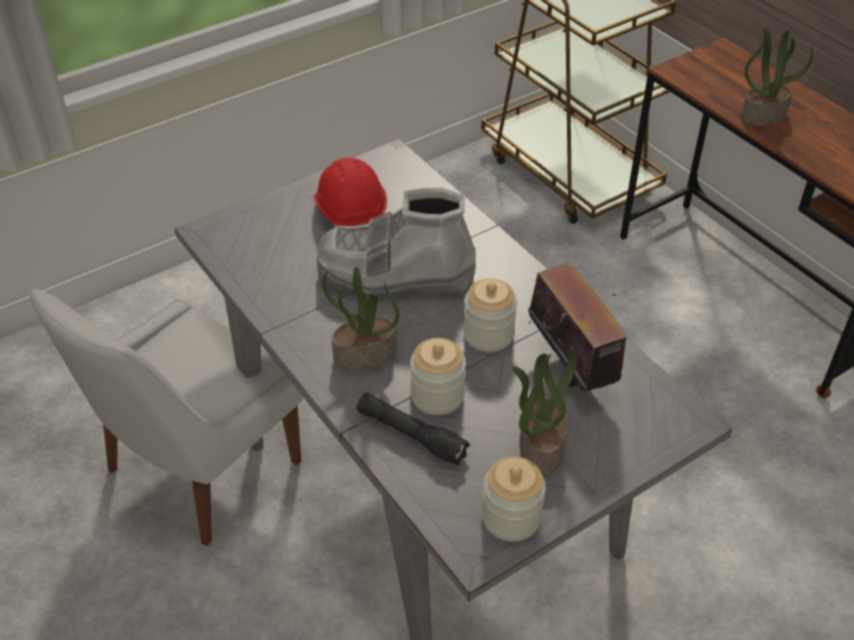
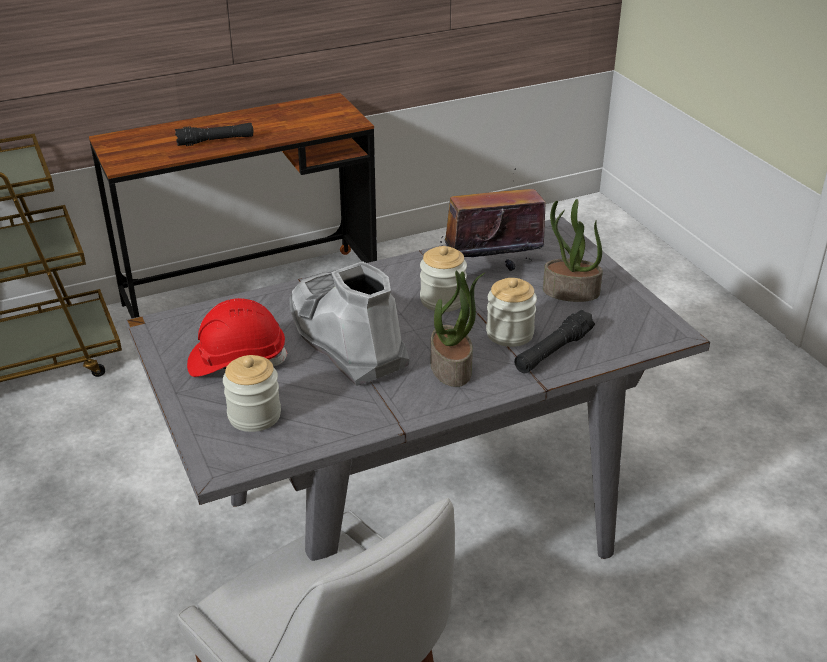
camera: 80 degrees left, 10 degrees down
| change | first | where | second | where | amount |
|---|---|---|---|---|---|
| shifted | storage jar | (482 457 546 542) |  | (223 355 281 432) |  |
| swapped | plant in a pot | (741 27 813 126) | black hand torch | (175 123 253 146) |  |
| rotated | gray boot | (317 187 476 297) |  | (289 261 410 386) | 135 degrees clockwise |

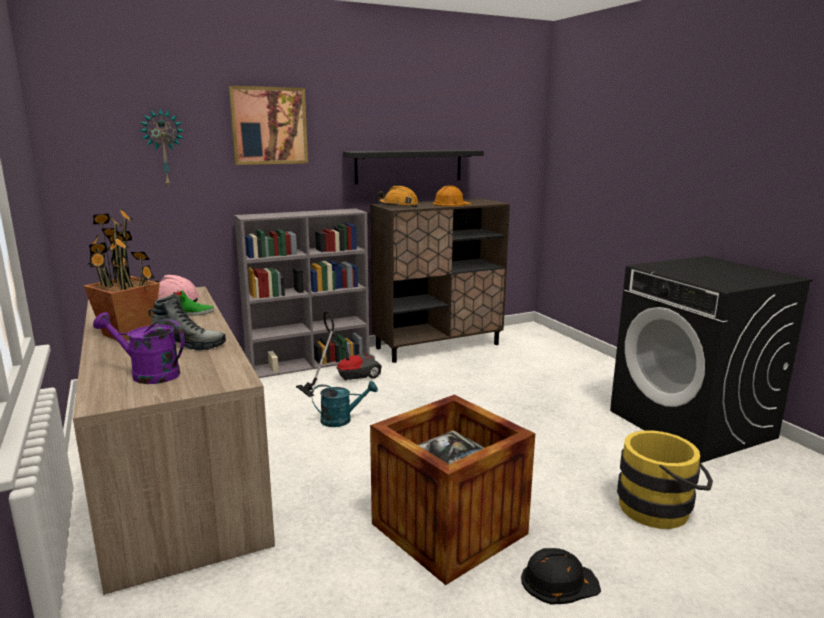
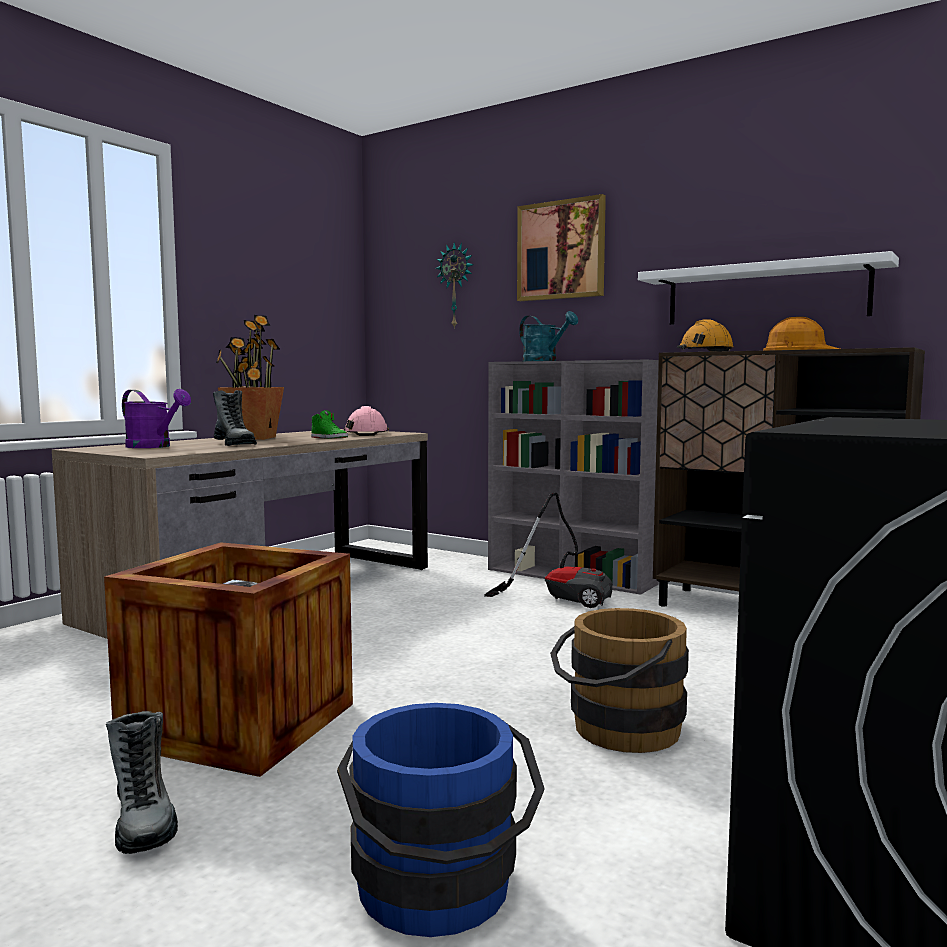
camera: 60 degrees right, 10 degrees down
| change | first | where | second | where | amount |
|---|---|---|---|---|---|
| new |  |  | brown-coloured pail | (550 608 689 753) |  |
| shifted | blue-green watering can | (312 381 378 427) |  | (519 311 578 361) |  |
| swapped | black hard hat | (521 548 601 605) | boot | (106 711 178 854) |  |
| repainted | black shelf | (343 150 484 184) | white-coloured shelf | (638 251 899 325) |  |
| repainted | yellow-coloured pail | (617 430 713 529) | blue-coloured pail | (337 703 545 937) |  |
| rotated | purple watering can | (93 312 185 384) |  | (122 389 191 448) | 135 degrees clockwise |

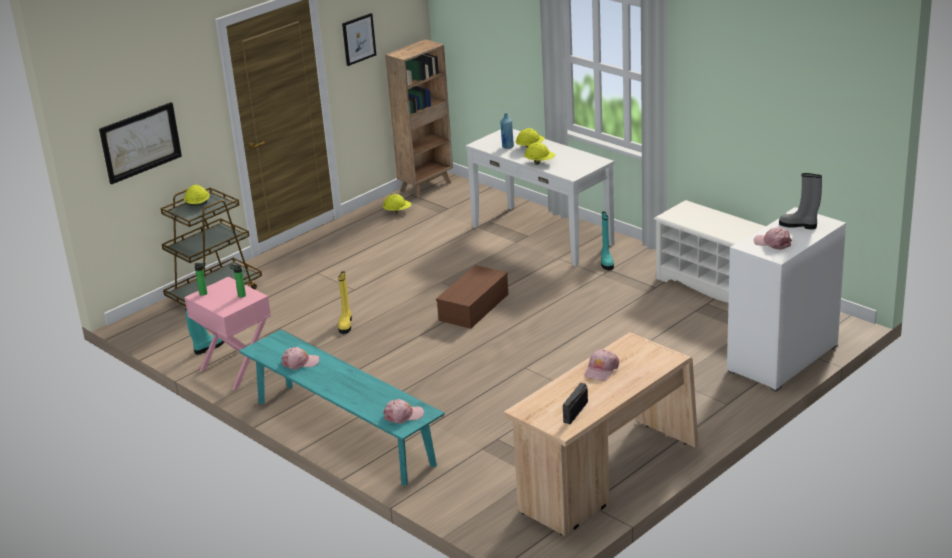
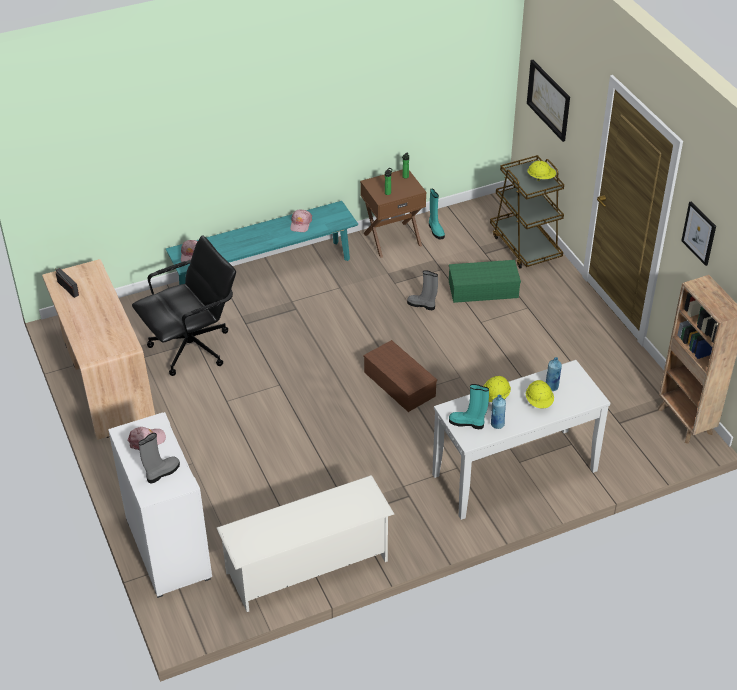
camera: 110 degrees right, 15 degrees up
| change | first | where | second | where | amount |
|---|---|---|---|---|---|
| gone | yellow-coloured hard hat | (383 194 411 214) |  |  |  |
| gone | pink-coloured cap | (585 350 619 381) |  |  |  |
| new |  |  | black office chair | (132 236 236 376) |  |
| new |  |  | green-coloured storage container | (449 260 521 303) |  |
| new |  |  | blue-coloured beverage bottle | (491 395 506 429) |  |
| shifted | blue-green boot | (601 211 614 270) |  | (449 384 489 429) |  |
| repainted | pink-coloured night table | (184 277 271 390) | brown-coloured night table | (360 170 426 258) |  |
| repainted | yellow-coloured boot | (338 271 352 334) | gray boot | (407 270 438 310) |  |

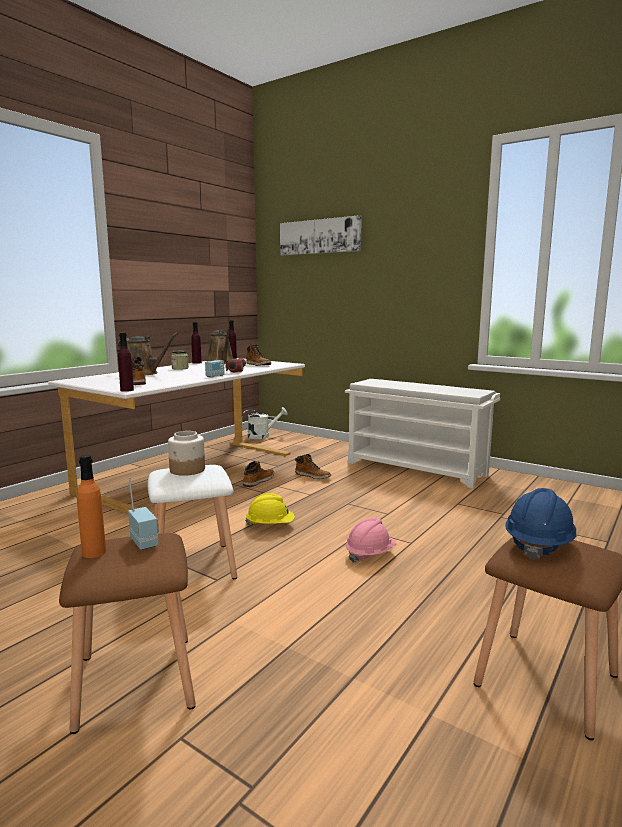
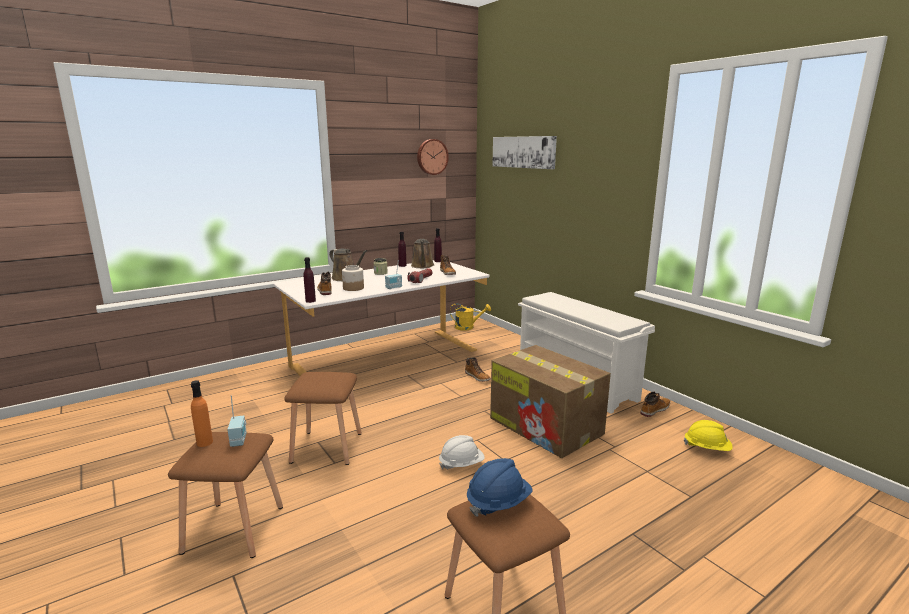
camera: 20 degrees right, 5 degrees up
| change | first | where | second | where | amount |
|---|---|---|---|---|---|
| new |  |  | clock on the wall | (417 139 449 175) |  |
| new |  |  | cardboard box | (490 345 611 458) |  |
| shifted | storage jar | (168 431 205 476) |  | (342 265 364 291) |  |
| shifted | boot | (243 461 274 487) |  | (640 392 670 417) |  |
| shifted | yellow-coloured hard hat | (245 493 295 525) |  | (684 420 733 451) |  |
| repainted | white-coloured sitting stool | (148 465 237 579) | brown-coloured sitting stool | (284 372 362 465) |  |
| repainted | white-coloured watering can | (242 407 287 439) | yellow-coloured watering can | (450 304 491 331) |  |
| repainted | pink-coloured hard hat | (346 518 396 563) | white-coloured hard hat | (439 435 485 470) |  |

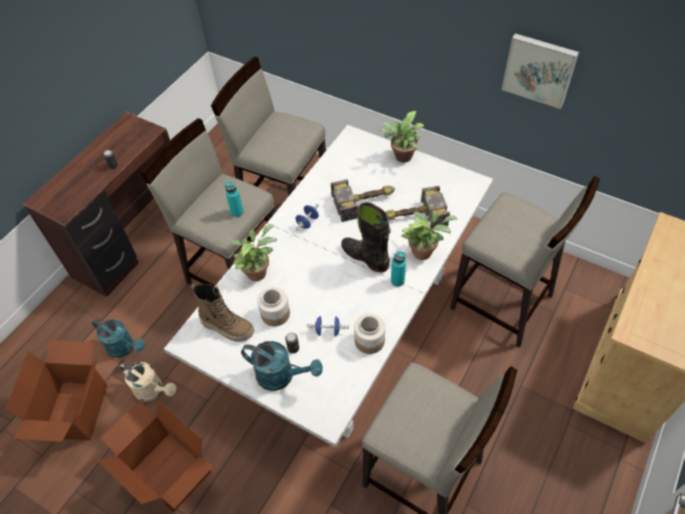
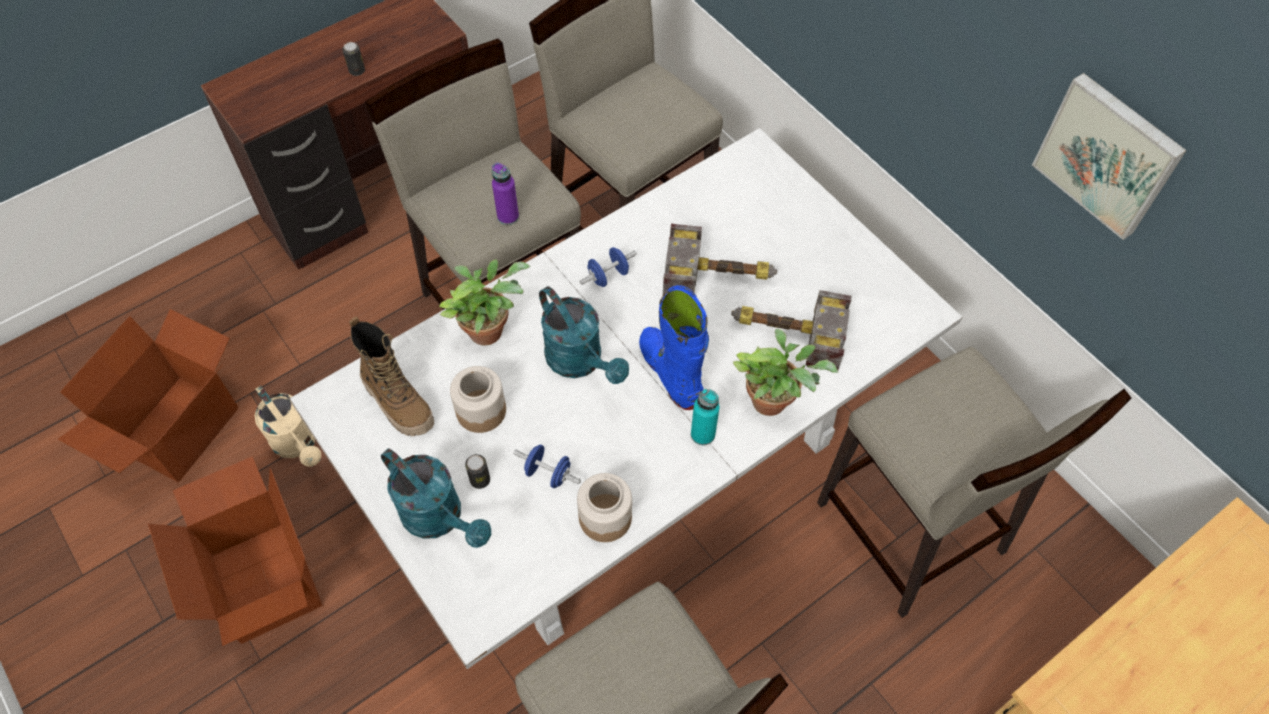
camera: 20 degrees right, 5 degrees up
| change | first | where | second | where | amount |
|---|---|---|---|---|---|
| gone | plant in a pot | (378 111 424 163) |  |  |  |
| shifted | blue-green watering can | (92 319 145 358) |  | (539 286 629 384) |  |
| repainted | blue-green beverage bottle | (225 182 244 217) | purple beverage bottle | (492 163 519 225) |  |
| repainted | black boot | (341 202 391 272) | blue-coloured boot | (639 285 709 410) |  |

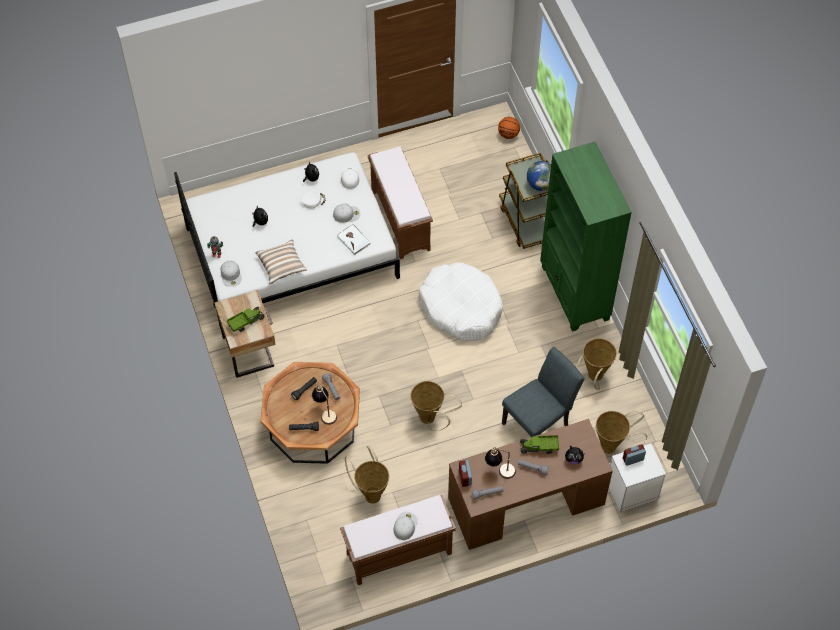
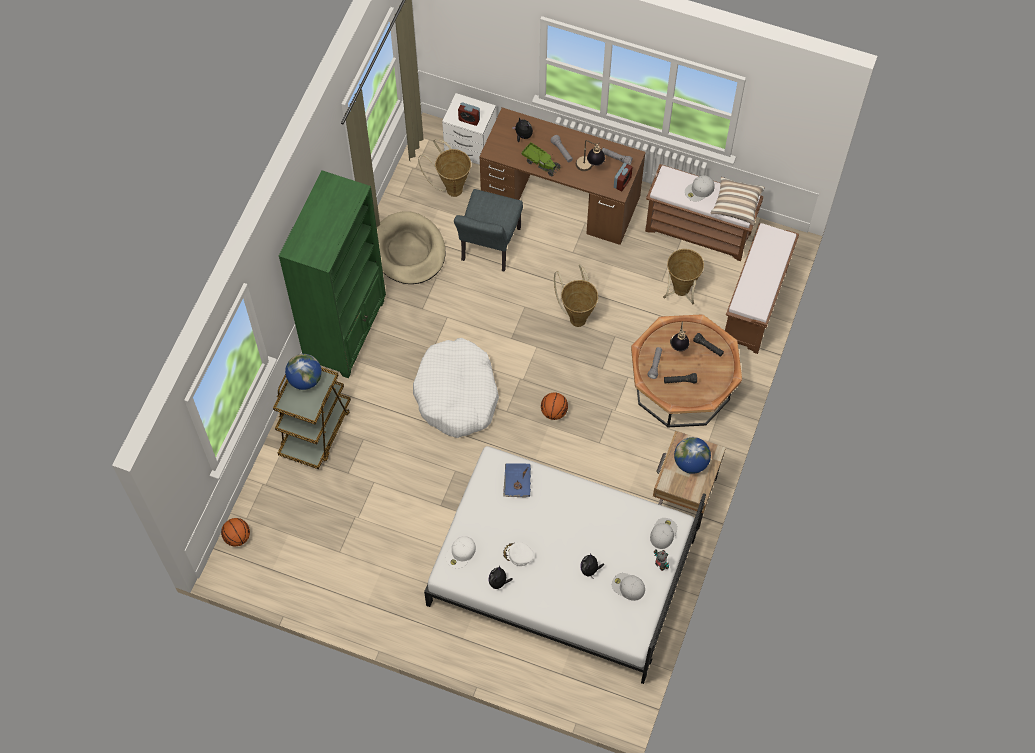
camera: 140 degrees left, 5 degrees up
| change | first | where | second | where | amount |
|---|---|---|---|---|---|
| new |  |  | basketball ball | (541 392 568 420) |  |
| shifted | throw pillow | (255 240 307 284) |  | (710 177 765 225) |  |
| shifted | white-coloured cap | (333 203 361 223) |  | (612 573 645 601) |  |
| shifted | brown-coloured bench | (368 146 433 259) |  | (725 223 799 354) |  |
| swapped | model truck | (227 307 264 332) | desk globe | (674 437 711 474) |  |
| swapped | household basket | (576 338 617 390) | beige dog cushion | (377 211 445 284) |  |
| repainted | white-coloured book | (337 224 371 255) | blue-coloured book | (503 463 531 497) |  |
| rotated | gray chair | (502 347 585 437) |  | (454 189 523 271) | 75 degrees counterclockwise |

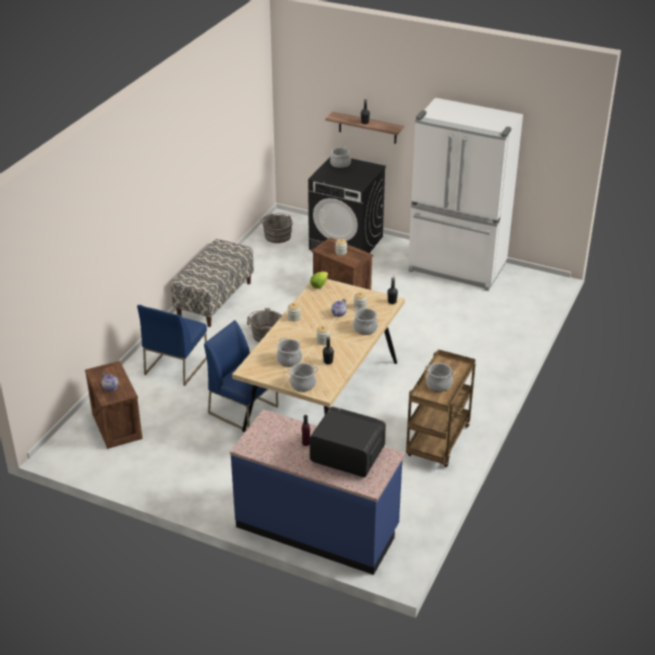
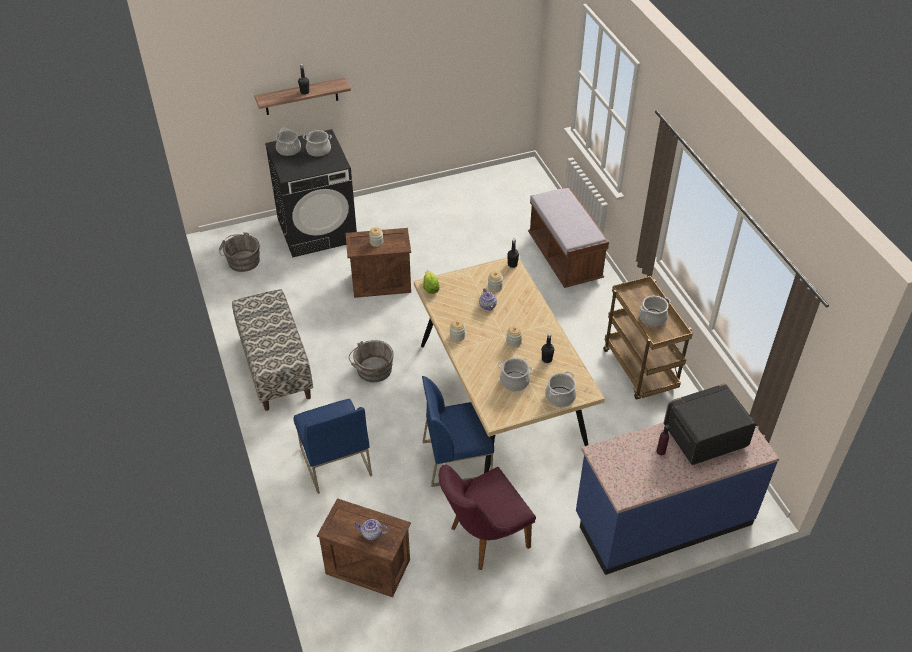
camera: 45 degrees left, 10 degrees up
| change | first | where | second | where | amount |
|---|---|---|---|---|---|
| gone | white-coloured refrigerator | (408 98 523 291) |  |  |  |
| new |  |  | purple chair | (439 464 536 570) |  |
| new |  |  | brown-coloured bench | (528 187 609 288) |  |
| shifted | saucepot | (353 308 378 335) |  | (303 130 332 157) |  |

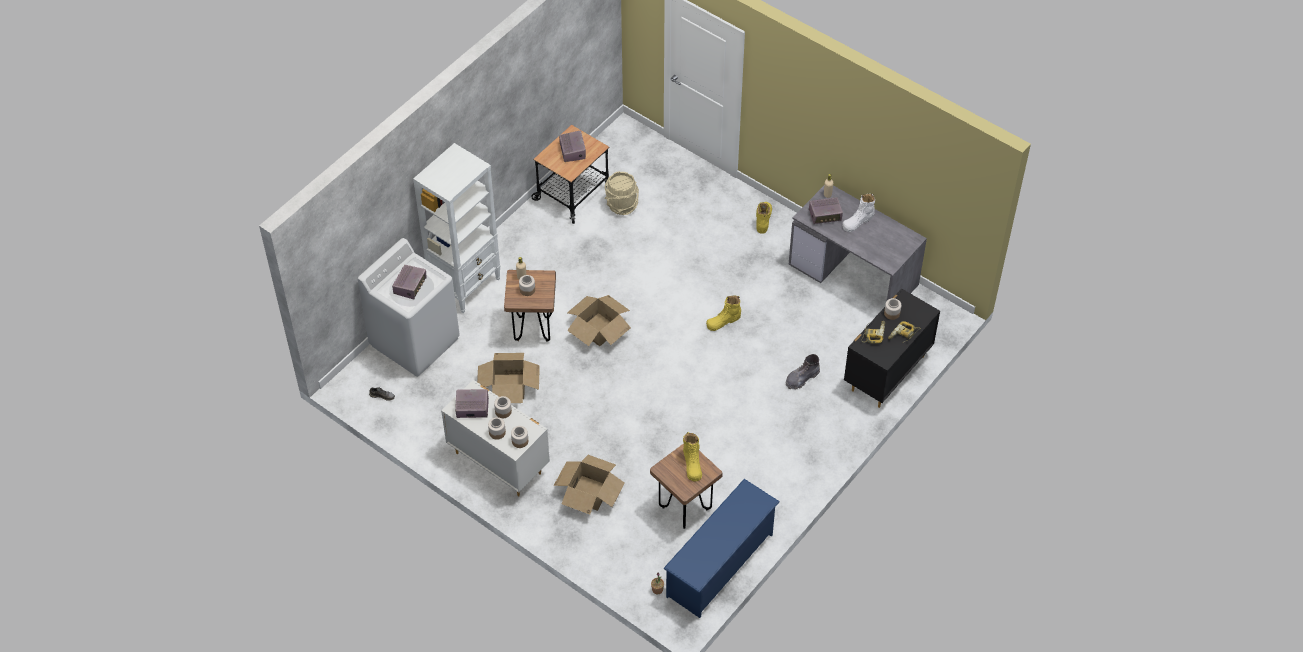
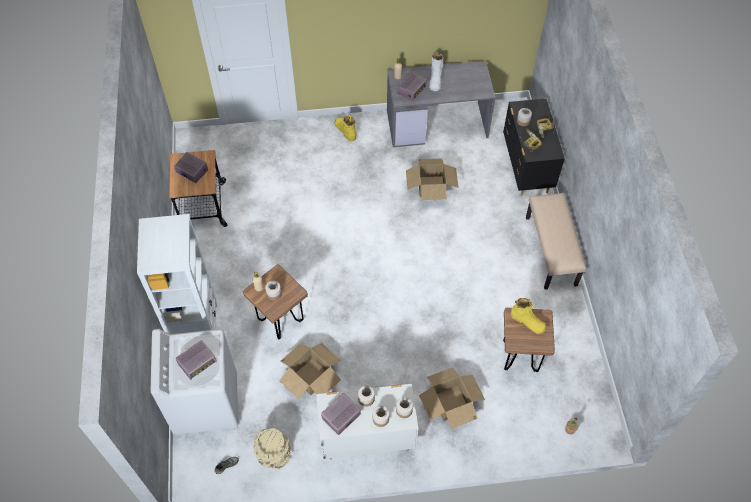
camera: 45 degrees left, 5 degrees up
| change | first | where | second | where | amount |
|---|---|---|---|---|---|
| gone | blue-coloured shoe stand | (663 479 780 618) |  |  |  |
| gone | yellow-coloured boot | (706 296 741 331) |  |  |  |
| gone | gray boot | (786 354 820 389) |  |  |  |
| new |  |  | beige bench | (526 193 586 290) |  |
| shifted | cardboard box | (567 295 631 346) |  | (406 159 459 200) |  |
| shifted | beige pail | (605 171 639 215) |  | (253 428 291 469) |  |
| rotated | radio receiver | (392 265 427 299) |  | (176 340 216 380) | 75 degrees clockwise |

